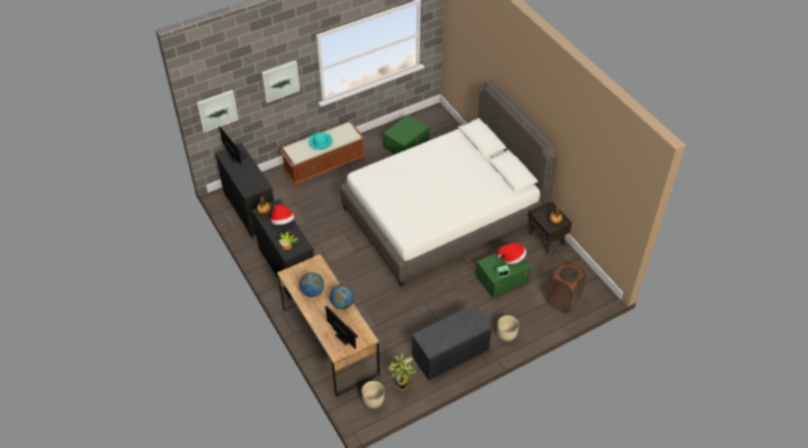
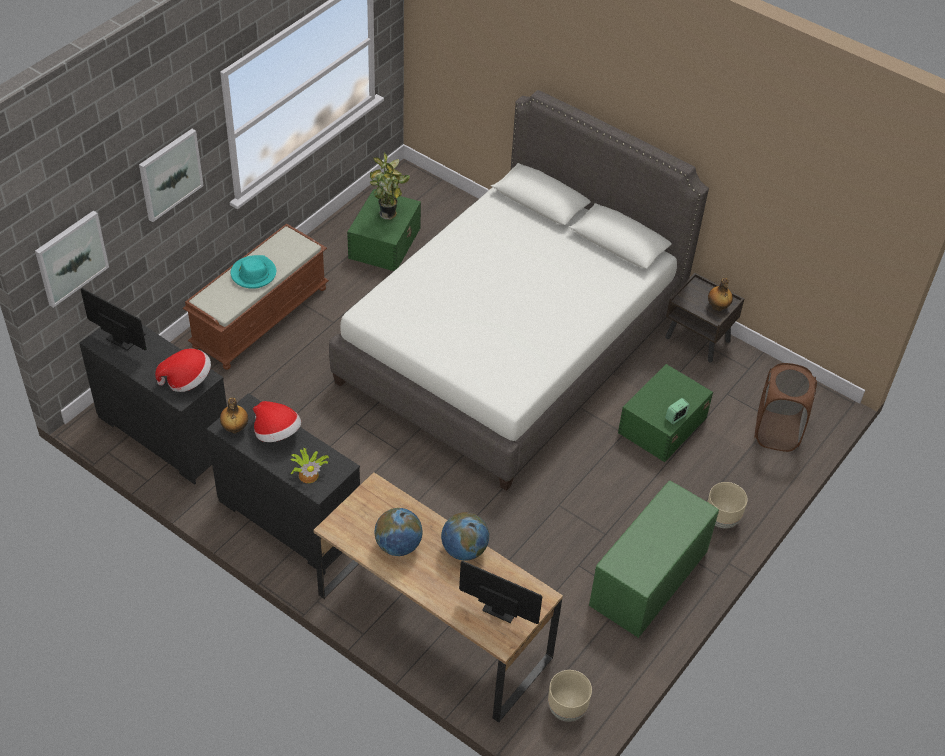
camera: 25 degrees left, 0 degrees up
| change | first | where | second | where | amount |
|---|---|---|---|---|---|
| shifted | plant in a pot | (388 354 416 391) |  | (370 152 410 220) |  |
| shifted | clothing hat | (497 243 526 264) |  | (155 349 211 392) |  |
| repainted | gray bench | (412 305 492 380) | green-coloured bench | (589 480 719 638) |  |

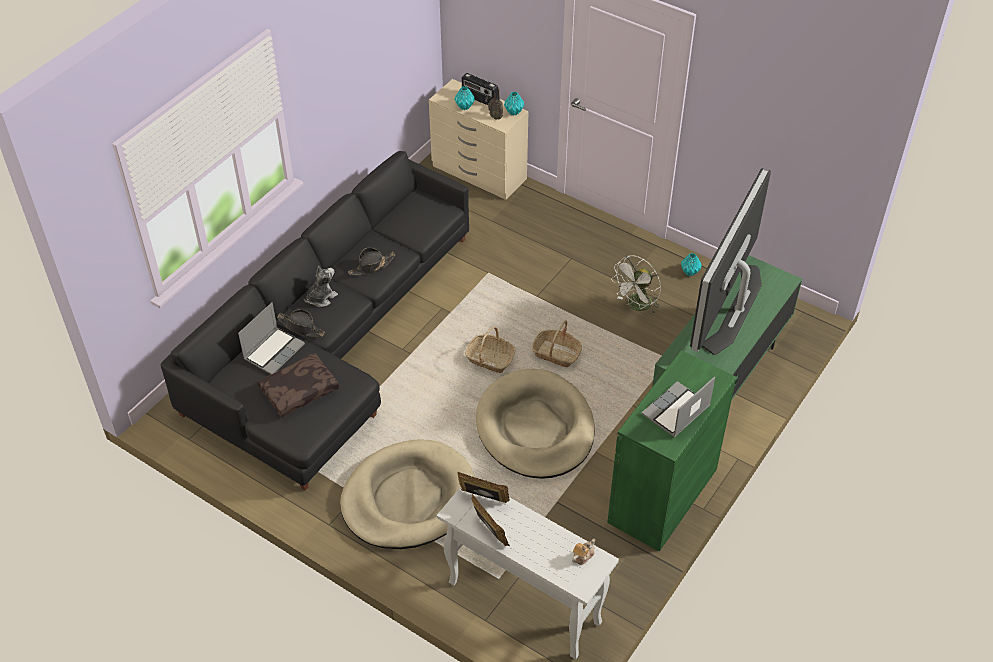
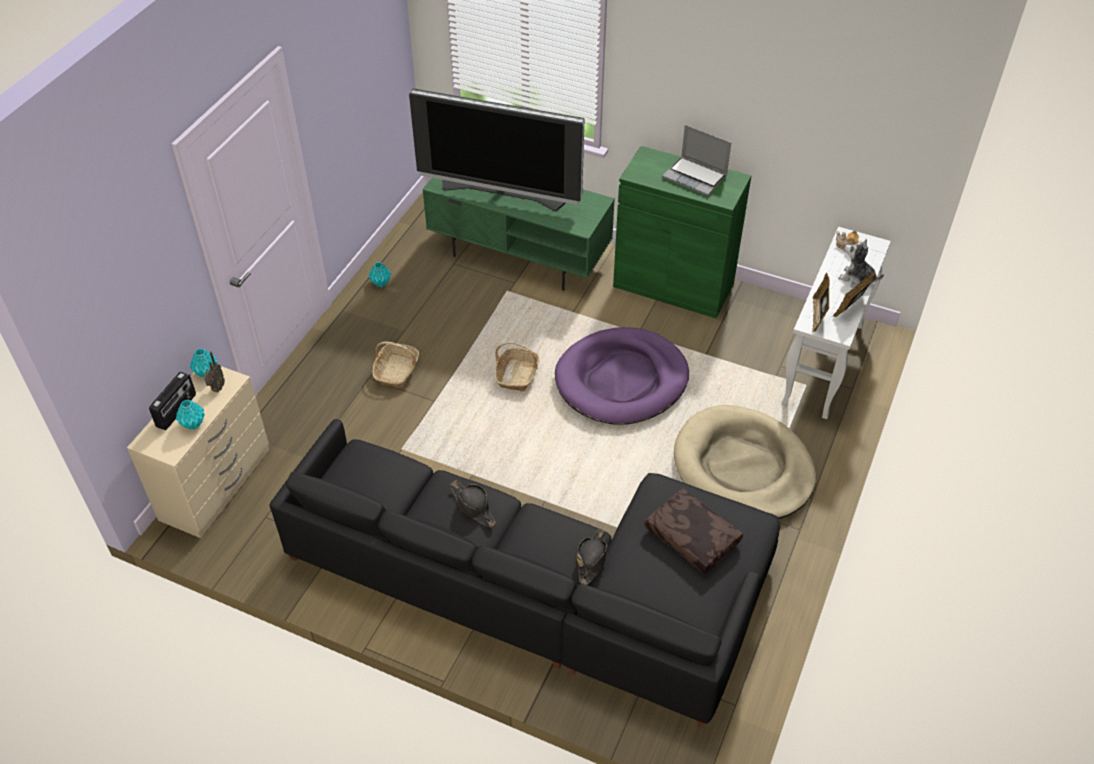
camera: 100 degrees left, 0 degrees up
| change | first | where | second | where | amount |
|---|---|---|---|---|---|
| gone | portable computer | (238 302 305 374) |  |  |  |
| gone | white-coloured cooling fan | (611 255 661 314) |  |  |  |
| shifted | soft toy | (304 266 338 307) |  | (838 239 884 288) |  |
| shifted | household basket | (465 326 515 373) |  | (372 341 419 388) |  |
| repainted | beige dog cushion | (476 369 595 479) | purple dog cushion | (555 327 689 425) |  |

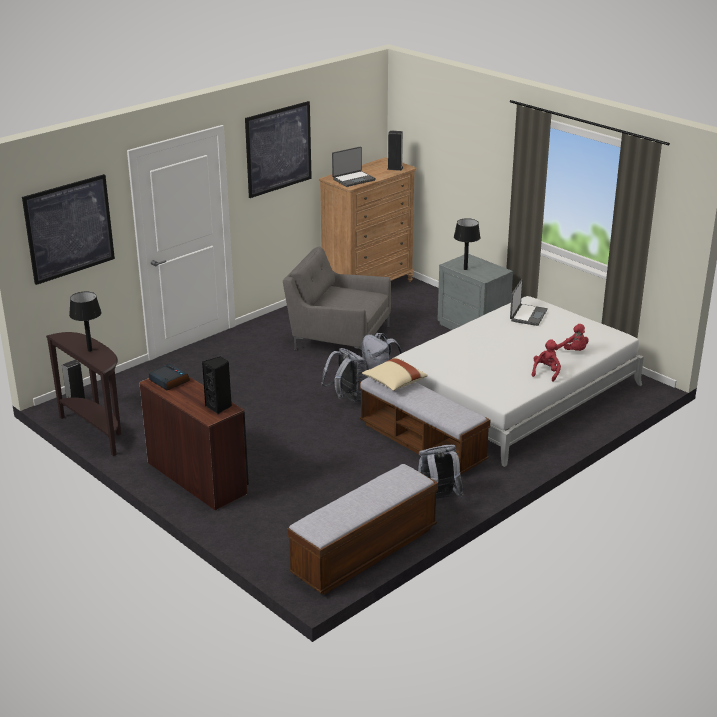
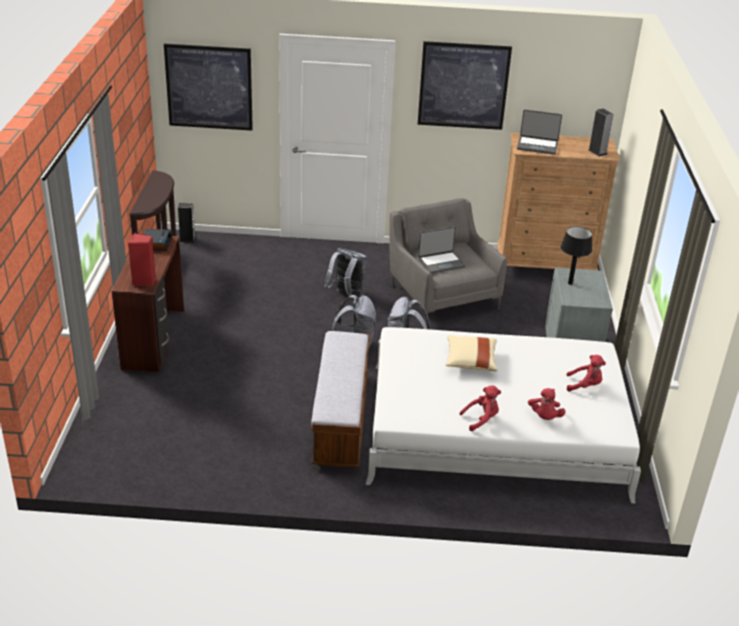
camera: 45 degrees right, 5 degrees up
| change | first | where | second | where | amount |
|---|---|---|---|---|---|
| gone | black tabletop lamp | (69 292 102 352) |  |  |  |
| gone | bench | (287 464 438 595) |  |  |  |
| new |  |  | reddish soft toy | (567 355 606 392) |  |
| shifted | beige throw pillow | (362 358 428 391) |  | (446 335 498 371) |  |
| shifted | gray rucksack | (418 445 464 499) |  | (324 248 368 298) |  |
| shifted | portable computer | (510 279 548 326) |  | (418 226 465 274) |  |
| repainted | black audio speaker | (202 356 232 414) | reddish audio speaker | (128 233 156 286) |  |

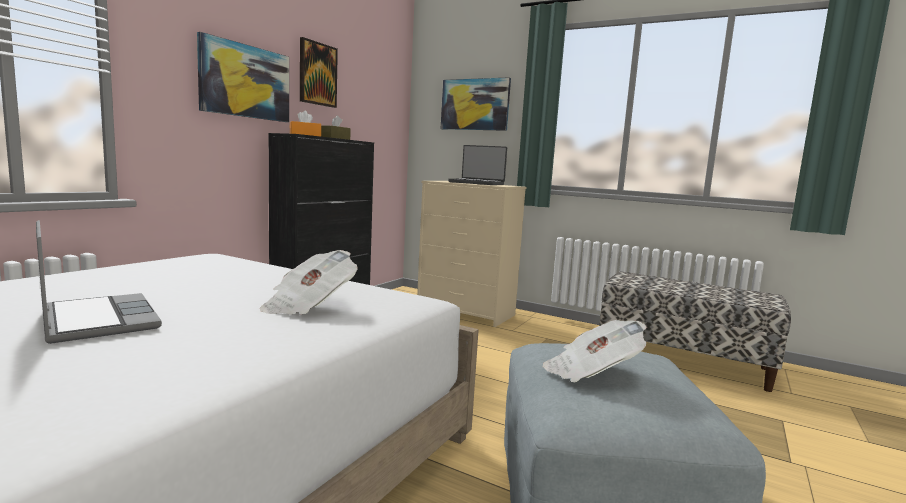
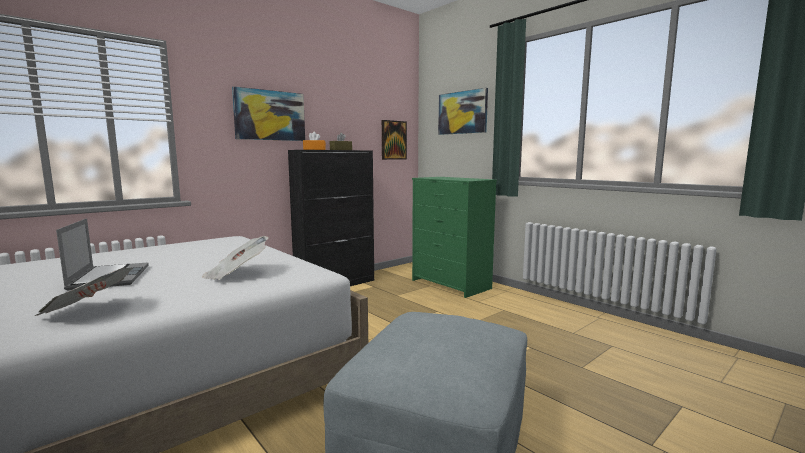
camera: 20 degrees right, 0 degrees up
| change | first | where | second | where | amount |
|---|---|---|---|---|---|
| gone | portable computer | (448 145 507 185) |  |  |  |
| gone | bench | (599 272 791 392) |  |  |  |
| shifted | wall art | (300 37 338 108) |  | (382 120 407 160) |  |
| shifted | daily paper | (543 320 647 382) |  | (35 268 133 316) |  |
| repainted | beige dresser | (417 181 526 327) | green-coloured dresser | (412 177 497 298) |  |

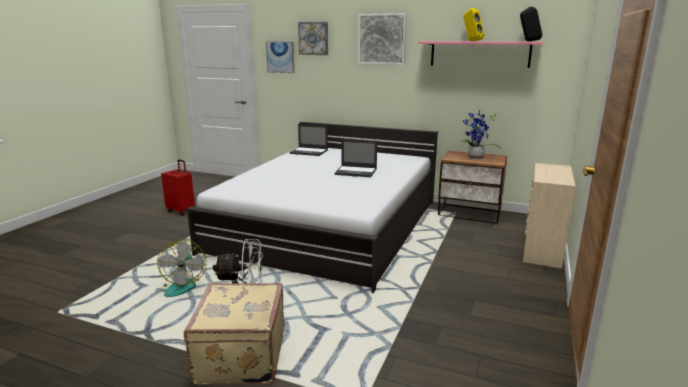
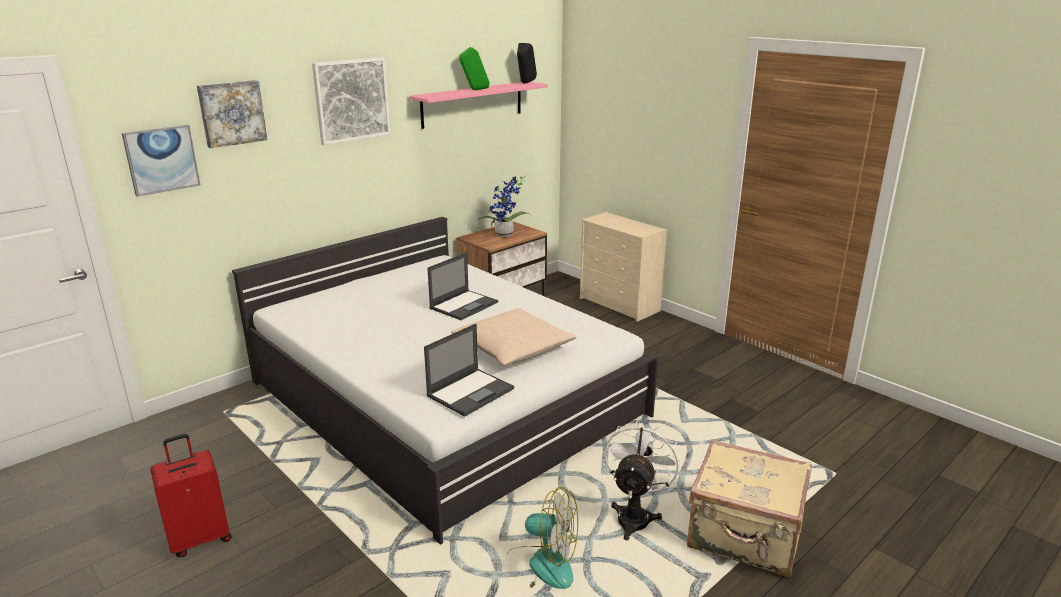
camera: 65 degrees left, 5 degrees up
| change | first | where | second | where | amount |
|---|---|---|---|---|---|
| new |  |  | beige throw pillow | (451 308 576 365) |  |
| shifted | portable computer | (290 124 328 156) |  | (424 324 514 417) |  |
| repainted | yellow-coloured audio speaker | (463 8 484 41) | green-coloured audio speaker | (459 47 489 90) |  |

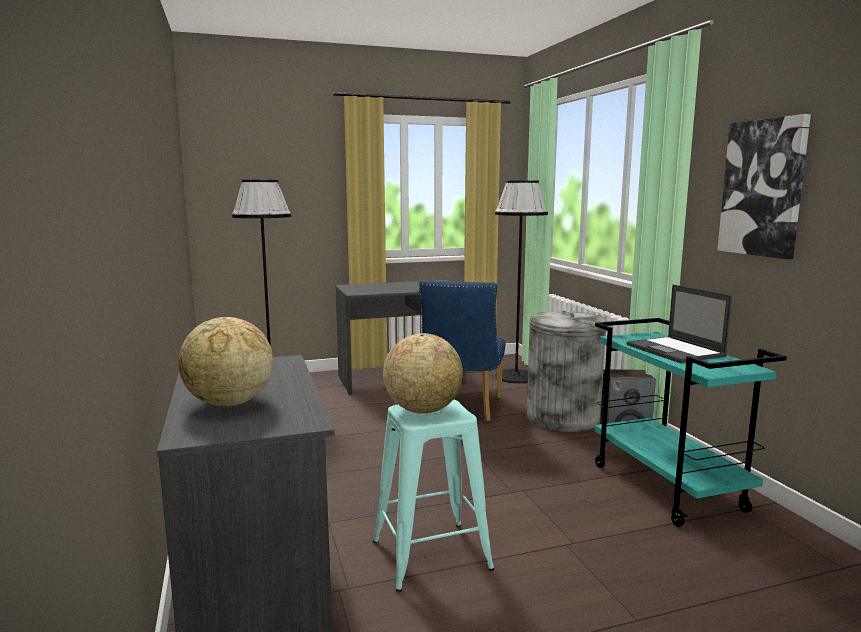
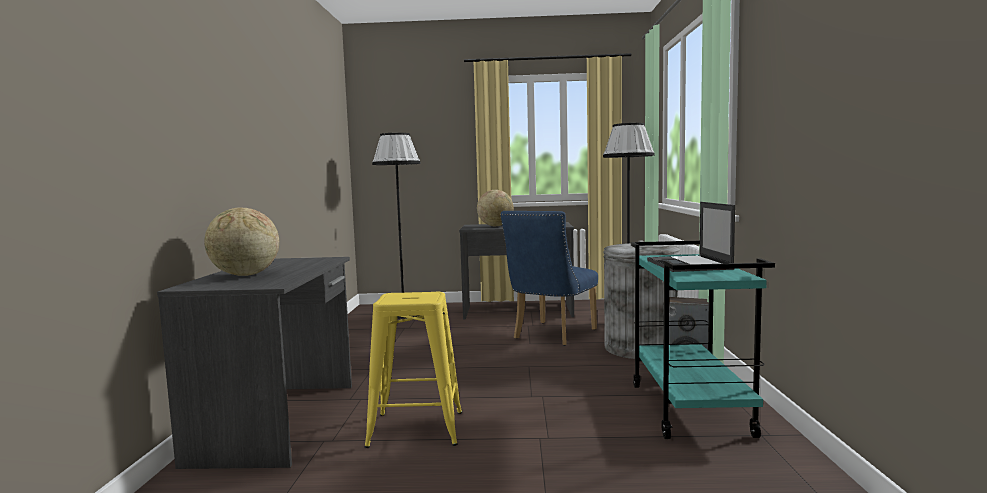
camera: 20 degrees right, 5 degrees down
| change | first | where | second | where | amount |
|---|---|---|---|---|---|
| gone | wall art | (717 114 811 259) |  |  |  |
| shifted | desk globe | (383 333 463 414) |  | (477 190 514 226) |  |
| repainted | blue-green sitting stool | (373 399 494 592) | yellow-coloured sitting stool | (364 292 462 448) |  |

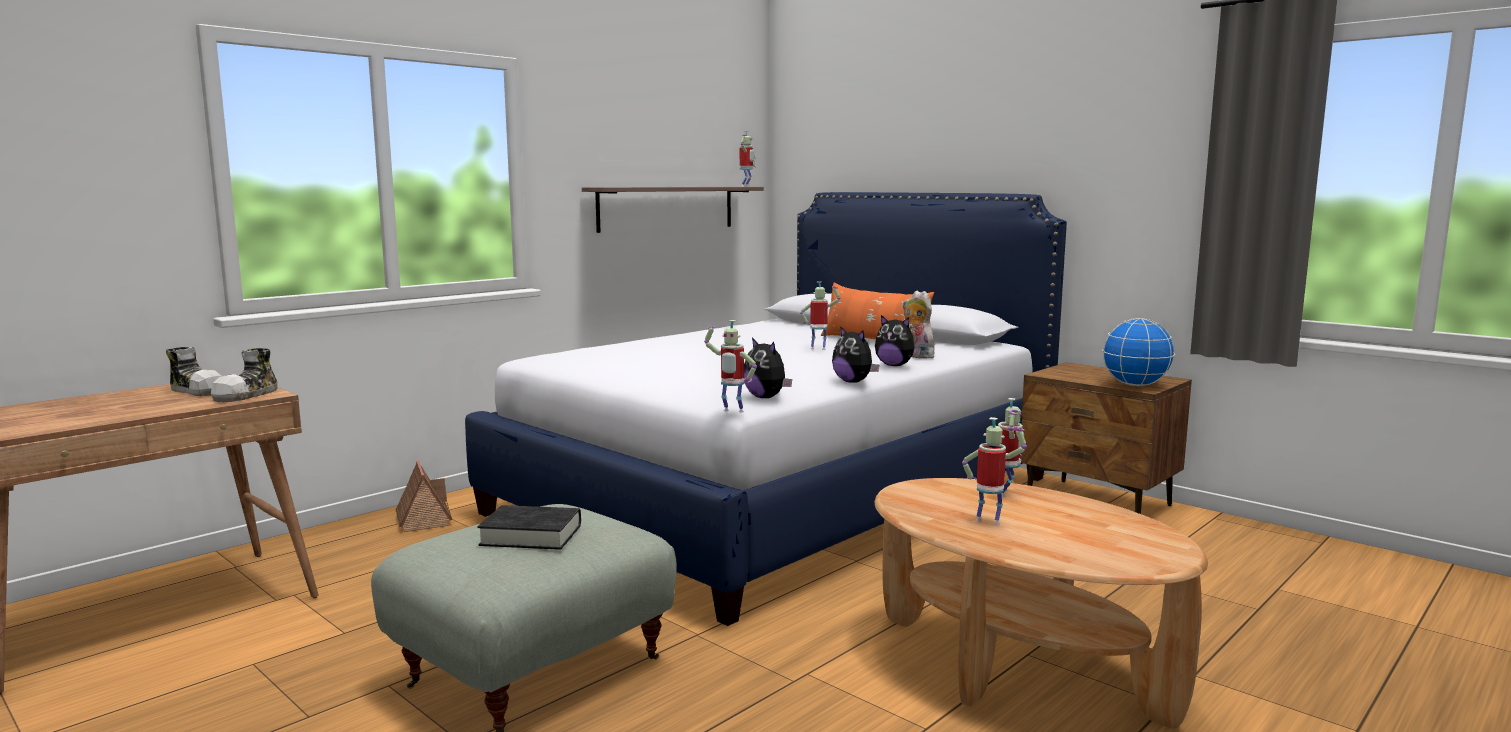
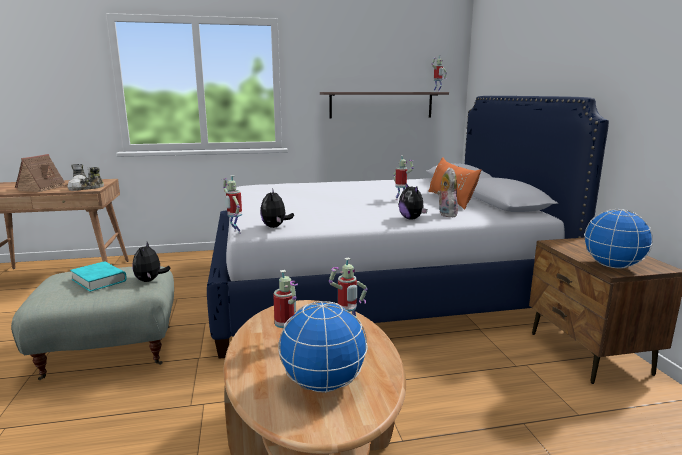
camera: 35 degrees right, 5 degrees up
| change | first | where | second | where | amount |
|---|---|---|---|---|---|
| new |  |  | desk globe | (278 301 368 393) |  |
| shifted | toy house | (396 460 452 532) |  | (15 154 66 192) |  |
| shifted | soft toy | (832 326 879 383) |  | (133 242 171 282) |  |
| repainted | black book | (478 505 581 550) | blue-green book | (70 261 127 292) |  |

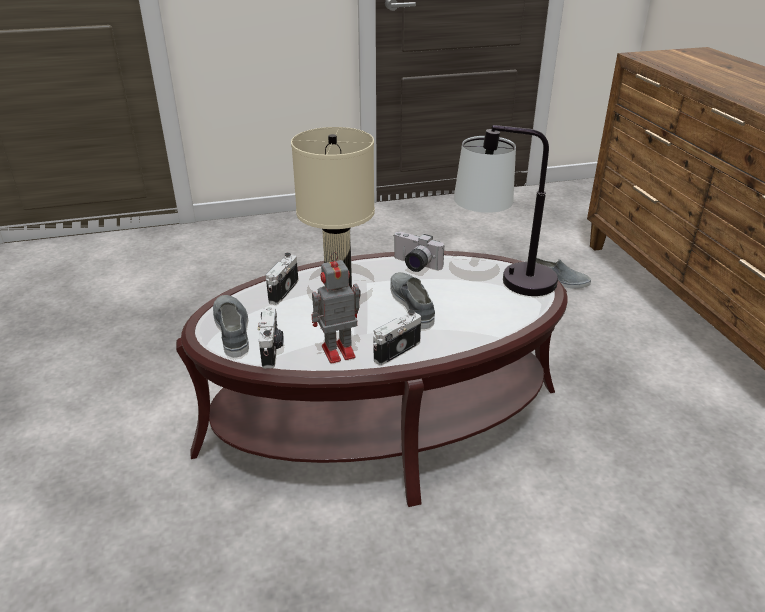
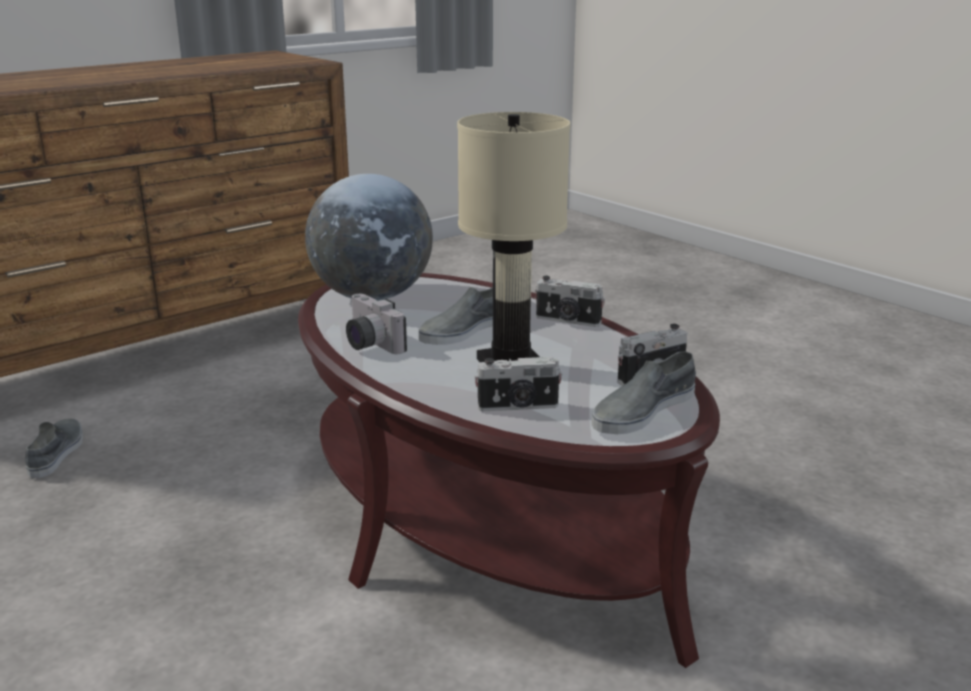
camera: 115 degrees left, 10 degrees down
| change | first | where | second | where | amount |
|---|---|---|---|---|---|
| gone | model robot | (312 252 360 363) |  |  |  |
| swapped | tabletop lamp | (454 125 558 296) | desk globe | (305 174 433 301) |  |
| rotated | still camera | (393 232 444 272) |  | (346 294 407 354) | 135 degrees clockwise |

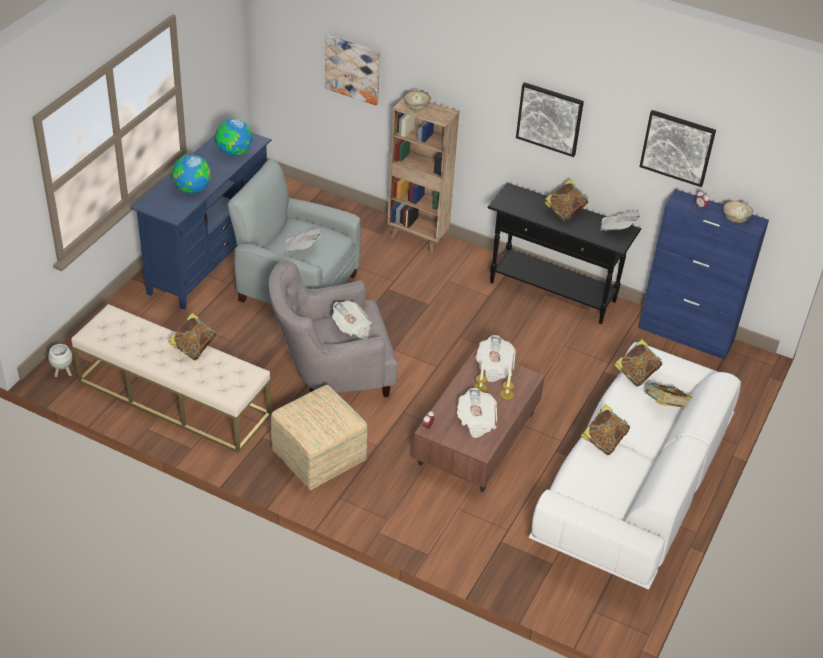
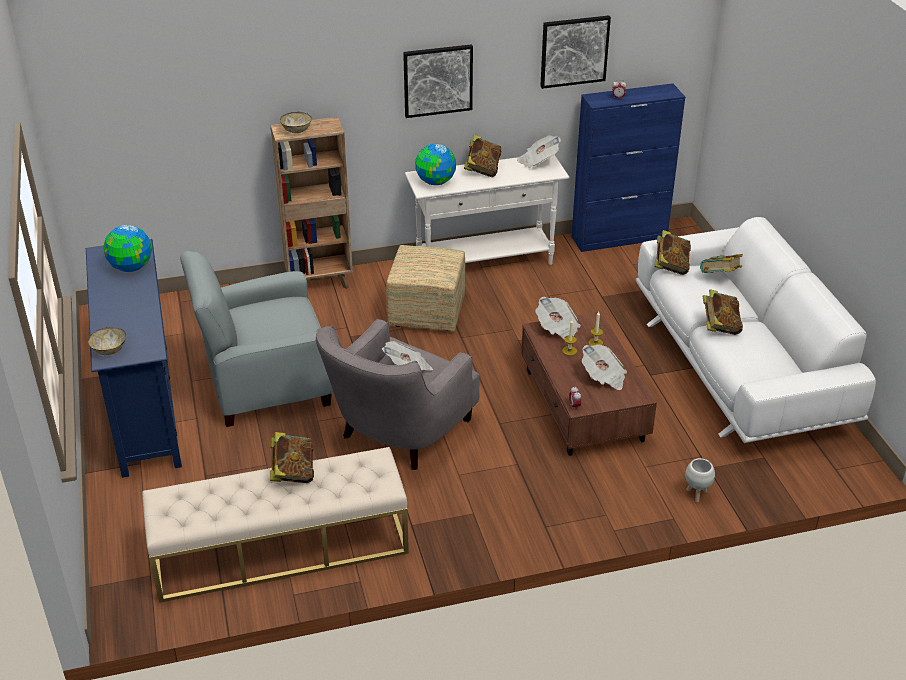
camera: 40 degrees left, 5 degrees down
| change | first | where | second | where | amount |
|---|---|---|---|---|---|
| gone | daily paper | (284 229 321 252) |  |  |  |
| gone | wall art | (325 35 380 106) |  |  |  |
| shifted | white-coloured plant pot | (48 344 73 377) |  | (685 458 715 502) |  |
| shifted | desk globe | (172 154 211 193) |  | (415 144 456 185) |  |
| shifted | pouffe | (271 385 367 490) |  | (386 245 465 332) |  |
| shifted | bowl | (723 201 753 223) |  | (88 327 126 355) |  |
| repainted | black hall table | (488 183 641 324) | white-coloured hall table | (405 155 570 265) |  |

